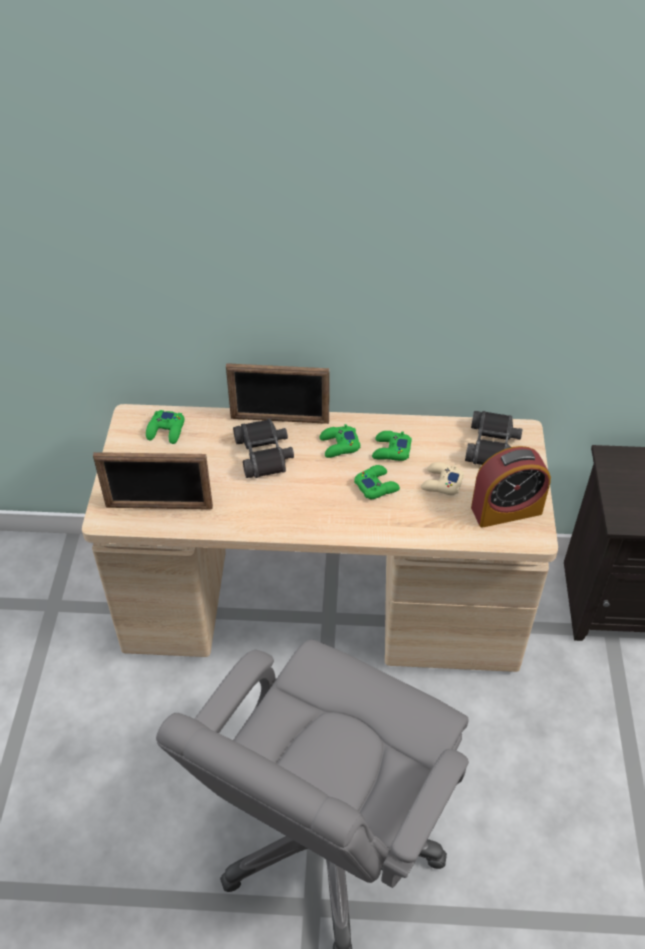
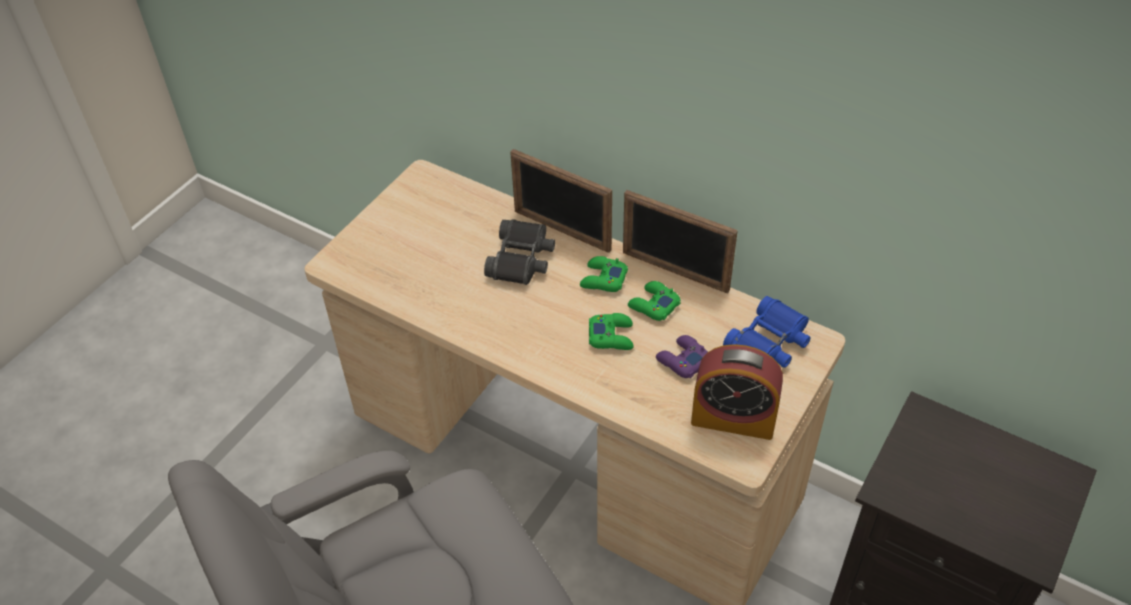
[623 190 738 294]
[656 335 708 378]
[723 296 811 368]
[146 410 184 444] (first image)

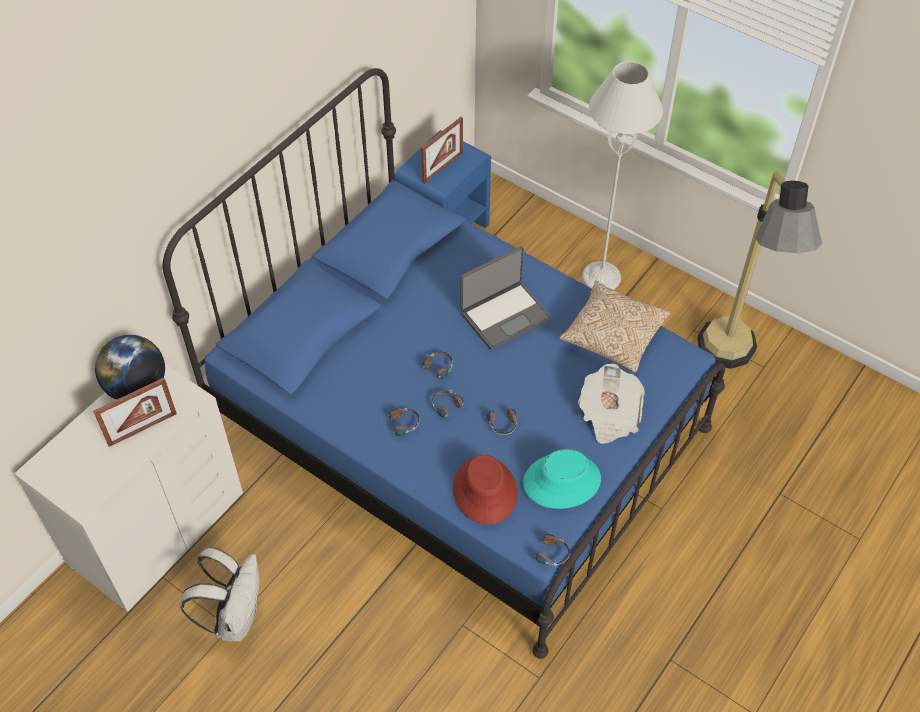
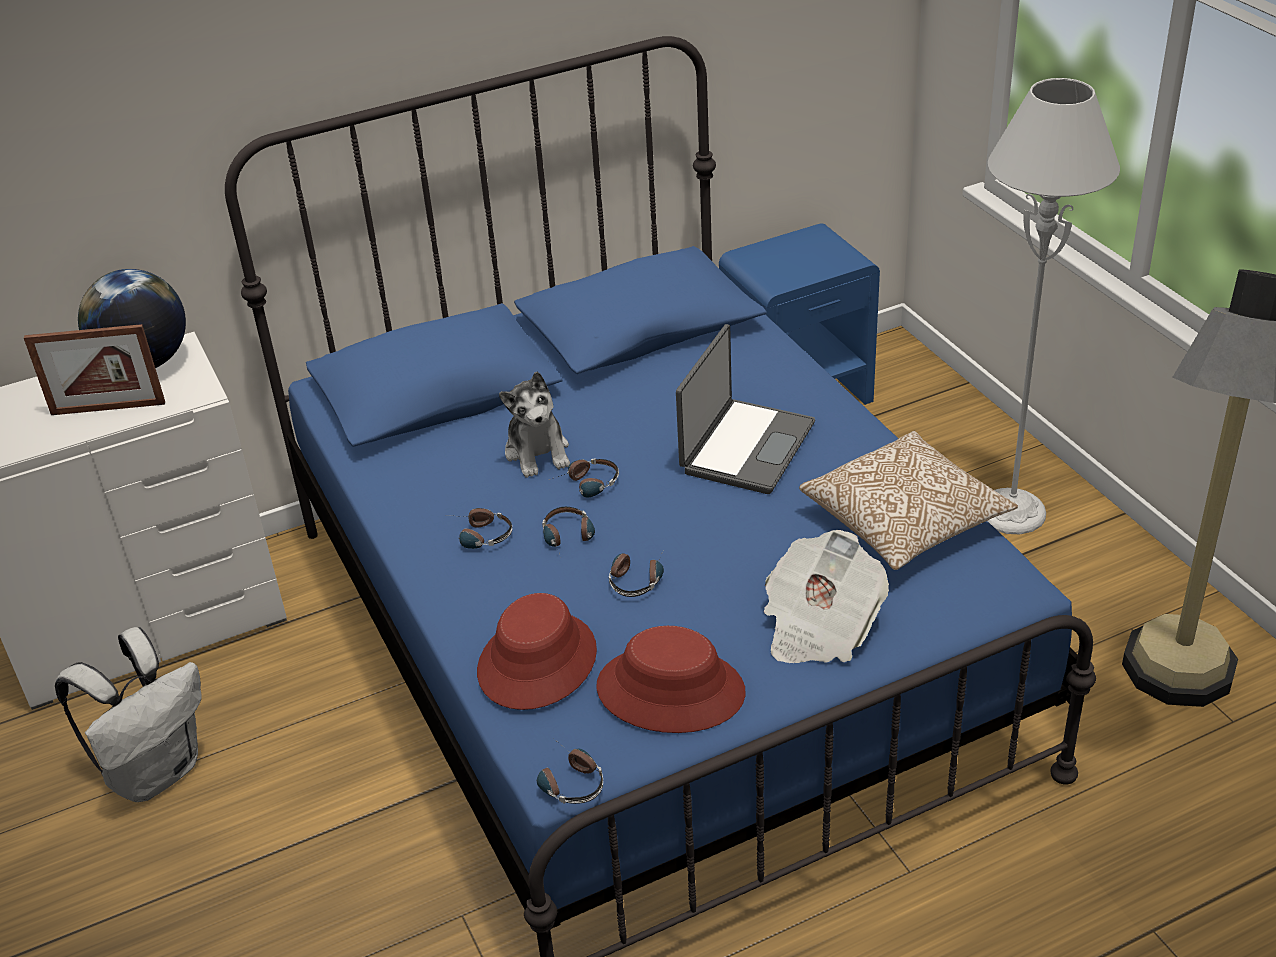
[499 372 570 478]
[596 626 746 733]
[676 324 815 494]
[421 117 463 184] (first image)

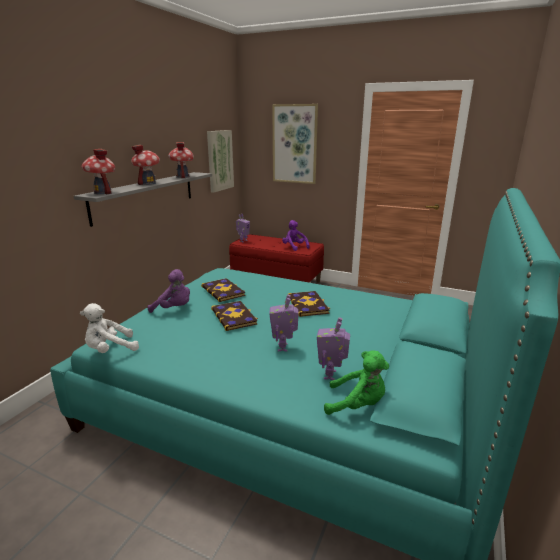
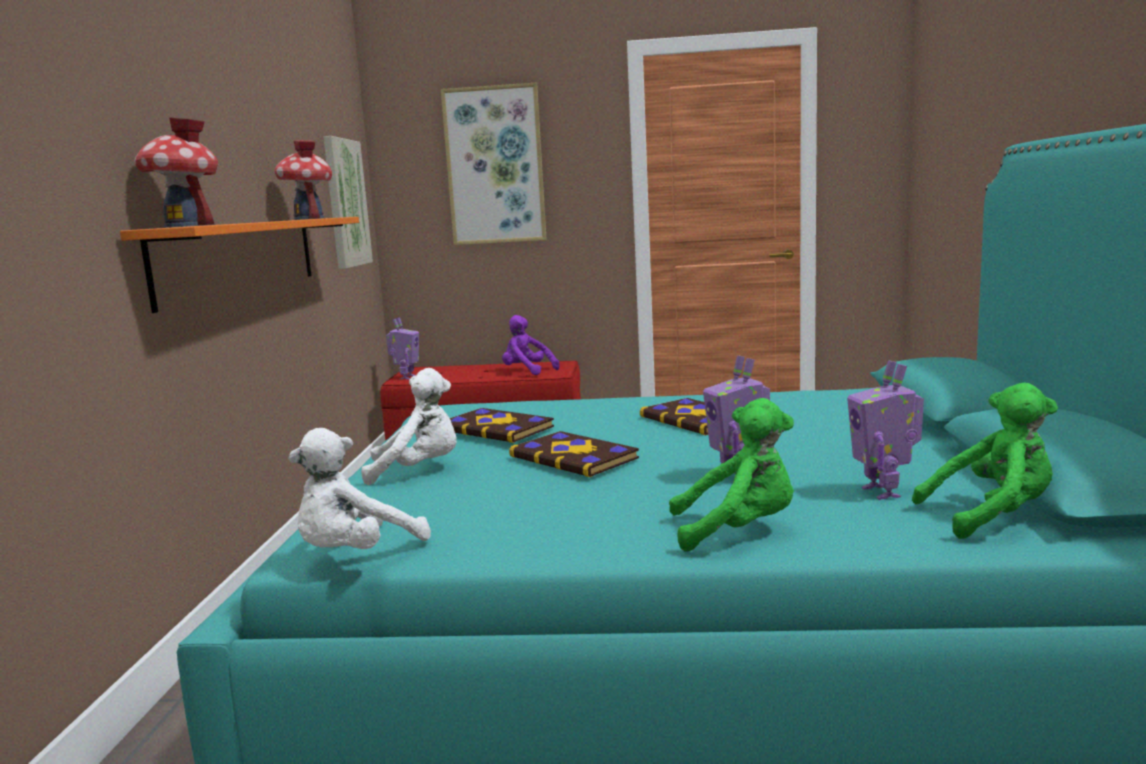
[120 217 359 313]
[361 368 457 485]
[669 398 794 551]
[131 145 160 185] (first image)

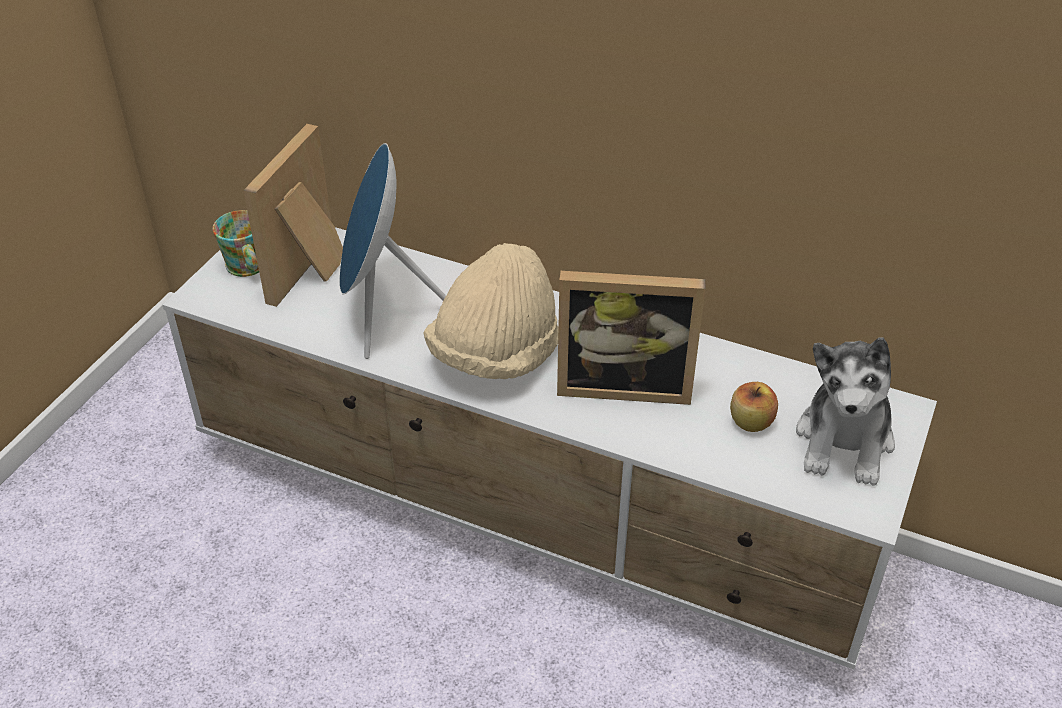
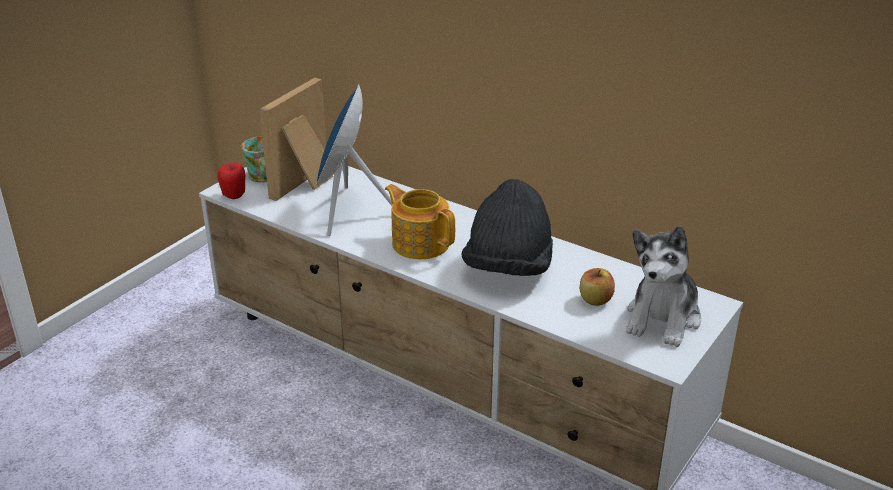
[218 163 245 199]
[385 184 455 259]
[461 179 553 276]

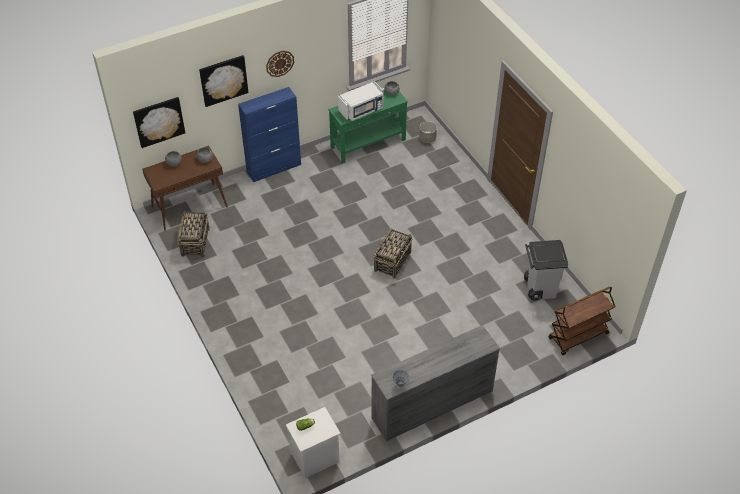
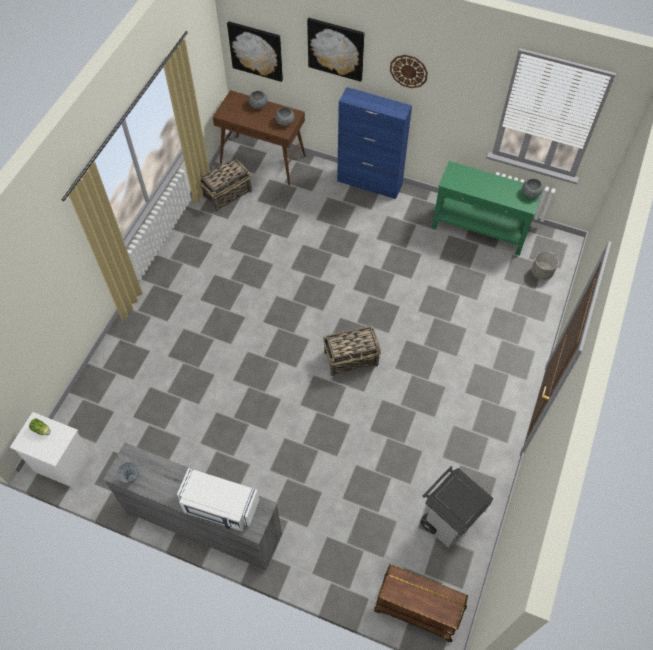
[177 468 260 531]

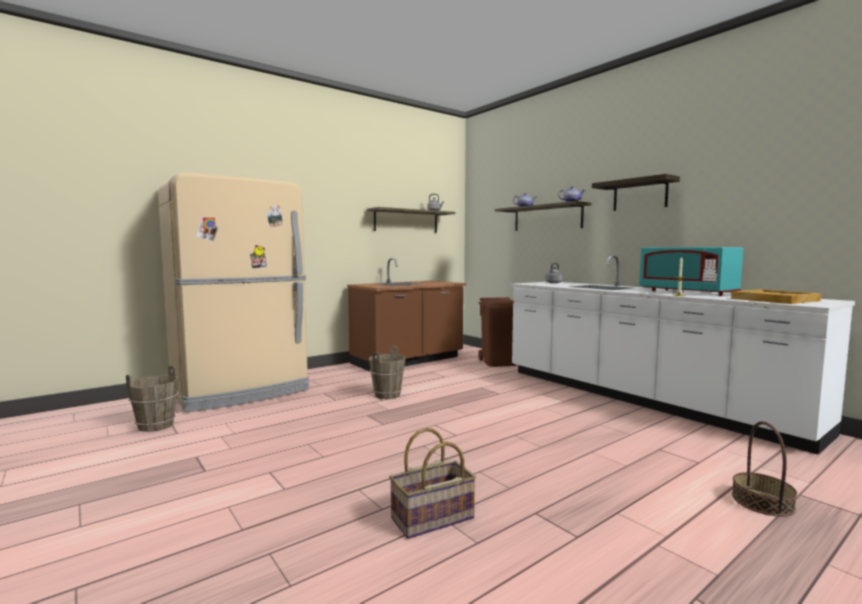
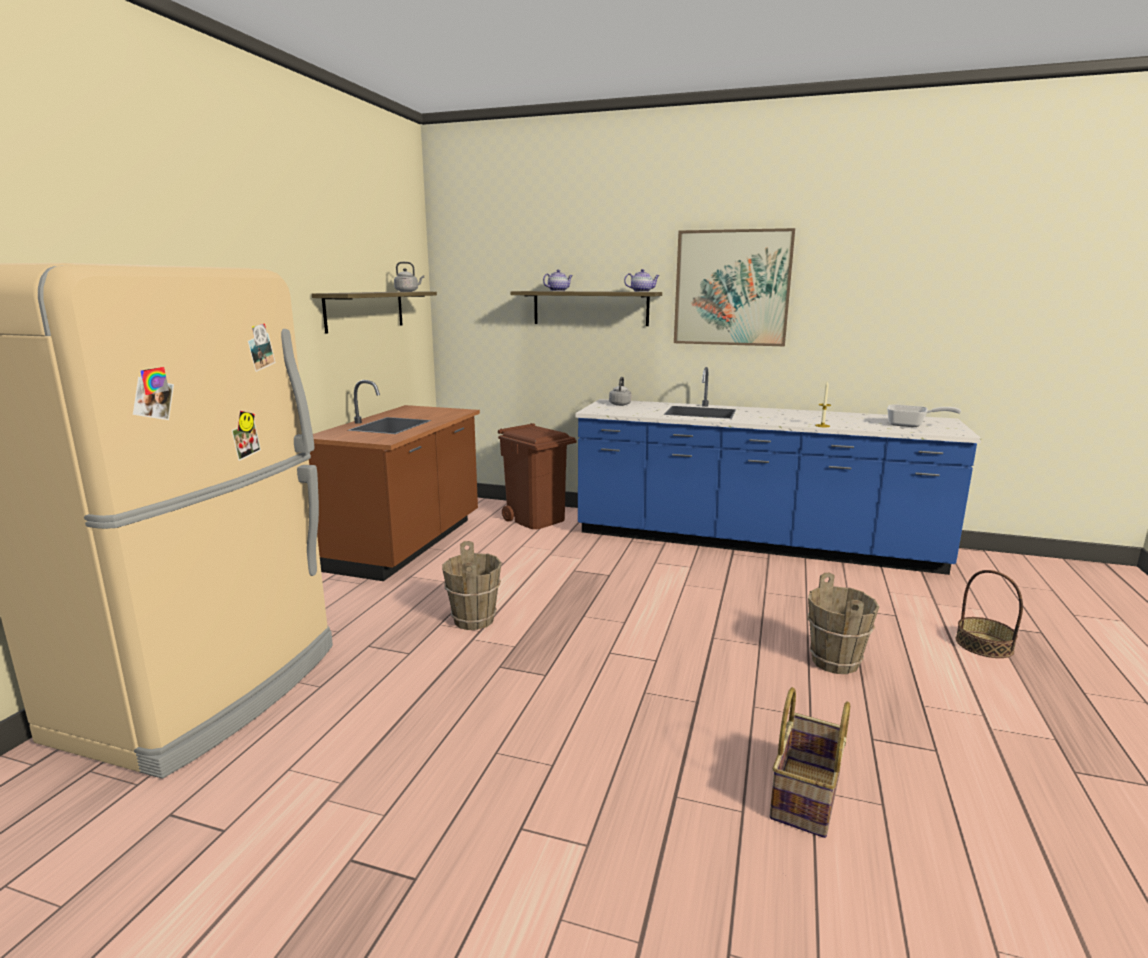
[575 367 981 575]
[674 228 795 346]
[807 572 879 674]
[887 404 961 427]
[639 247 743 296] (first image)

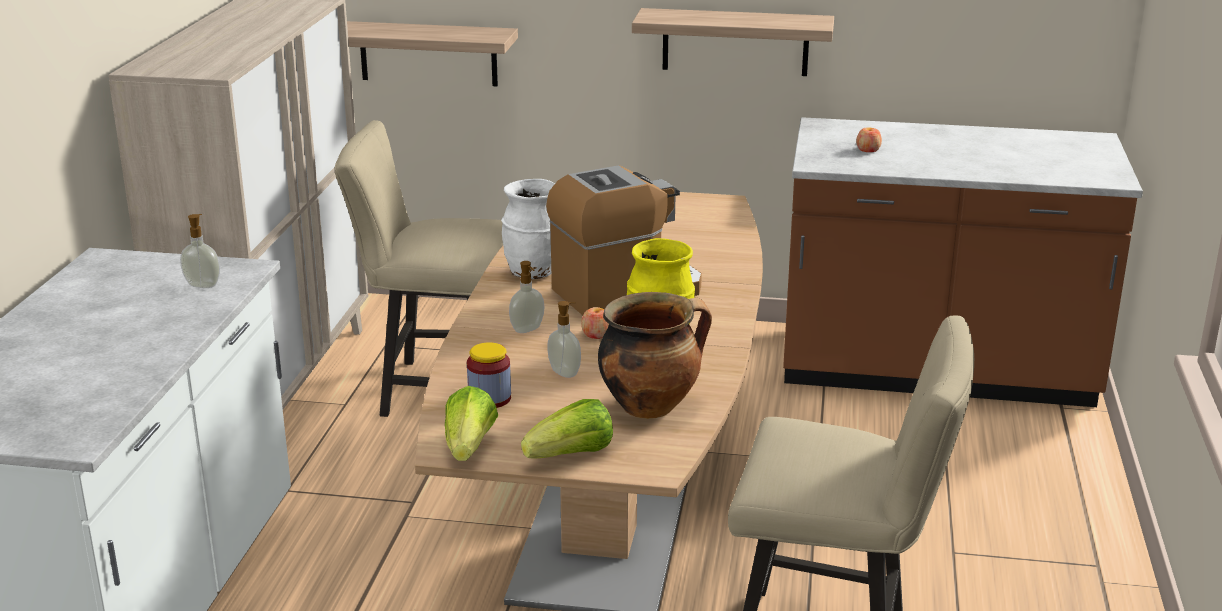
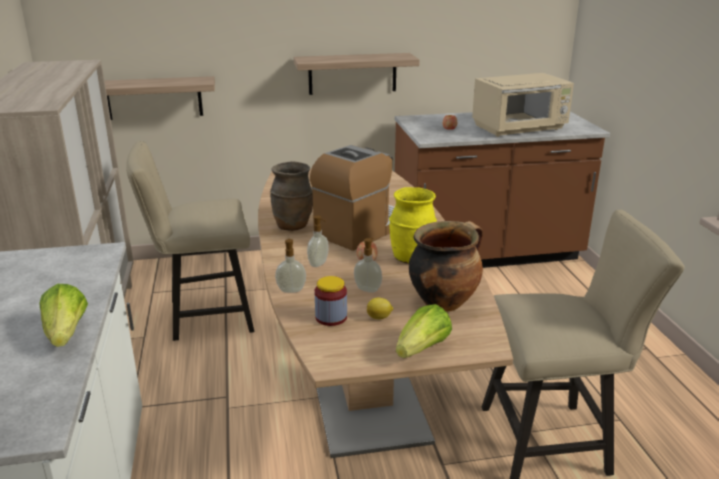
[39 284 88 347]
[270 161 313 231]
[275 238 306 293]
[367 298 393 319]
[472 73 574 137]

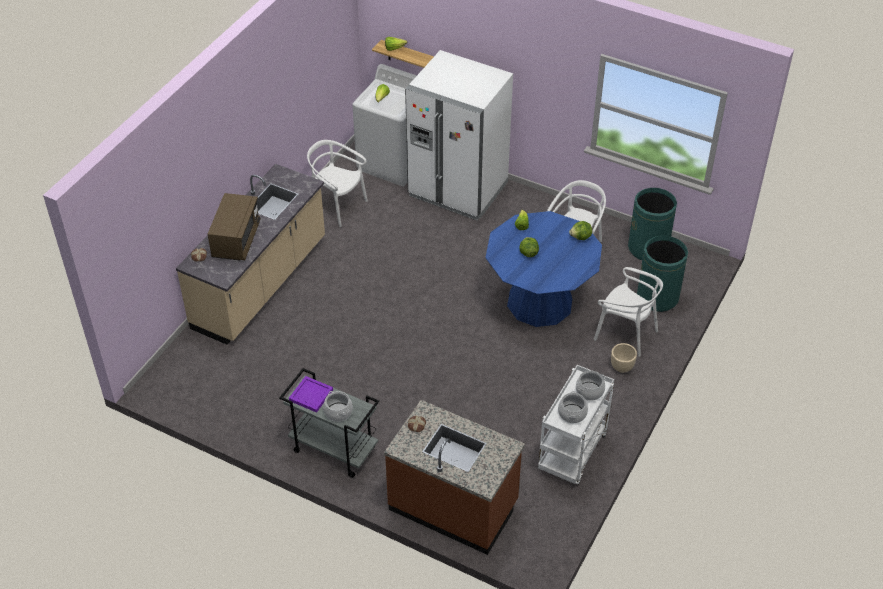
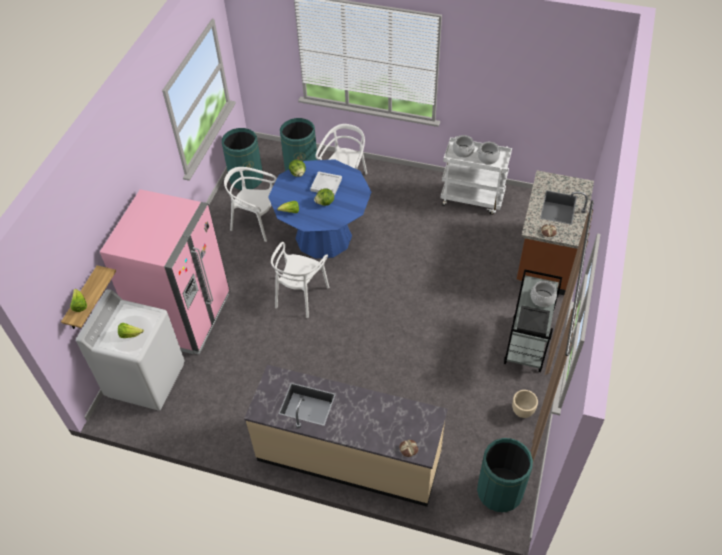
[100 189 230 355]
[271 242 329 318]
[310 171 342 196]
[477 438 533 512]
[512 390 538 418]
[517 305 550 336]
[208 193 261 260] (first image)

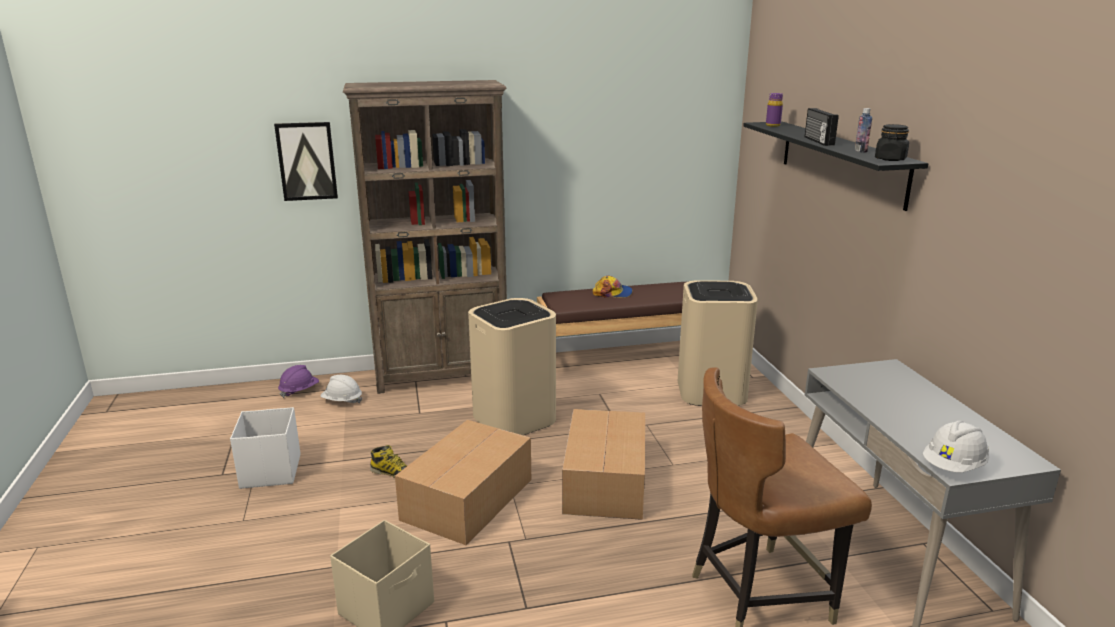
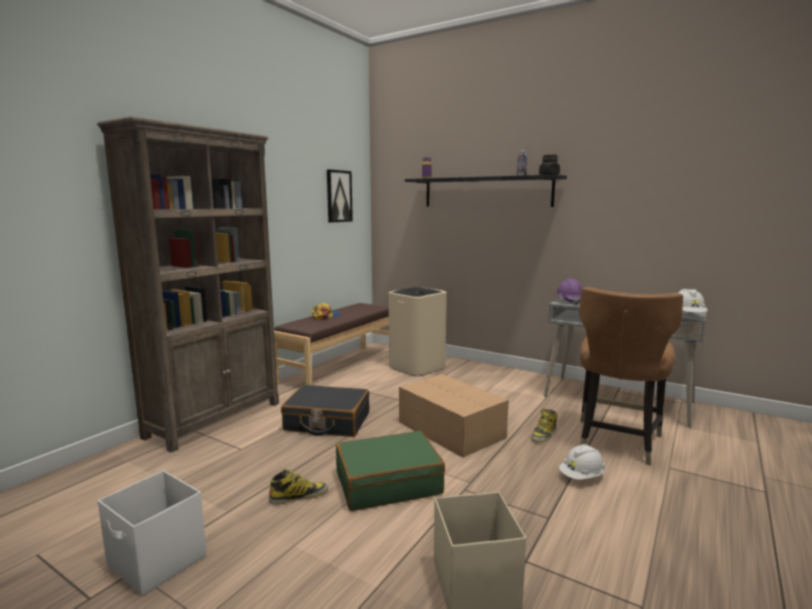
[281 385 369 437]
[327 169 353 223]
[336 431 445 511]
[531 408 557 442]
[555 278 583 305]
[559 444 605 480]
[805 108 839 146] (first image)

